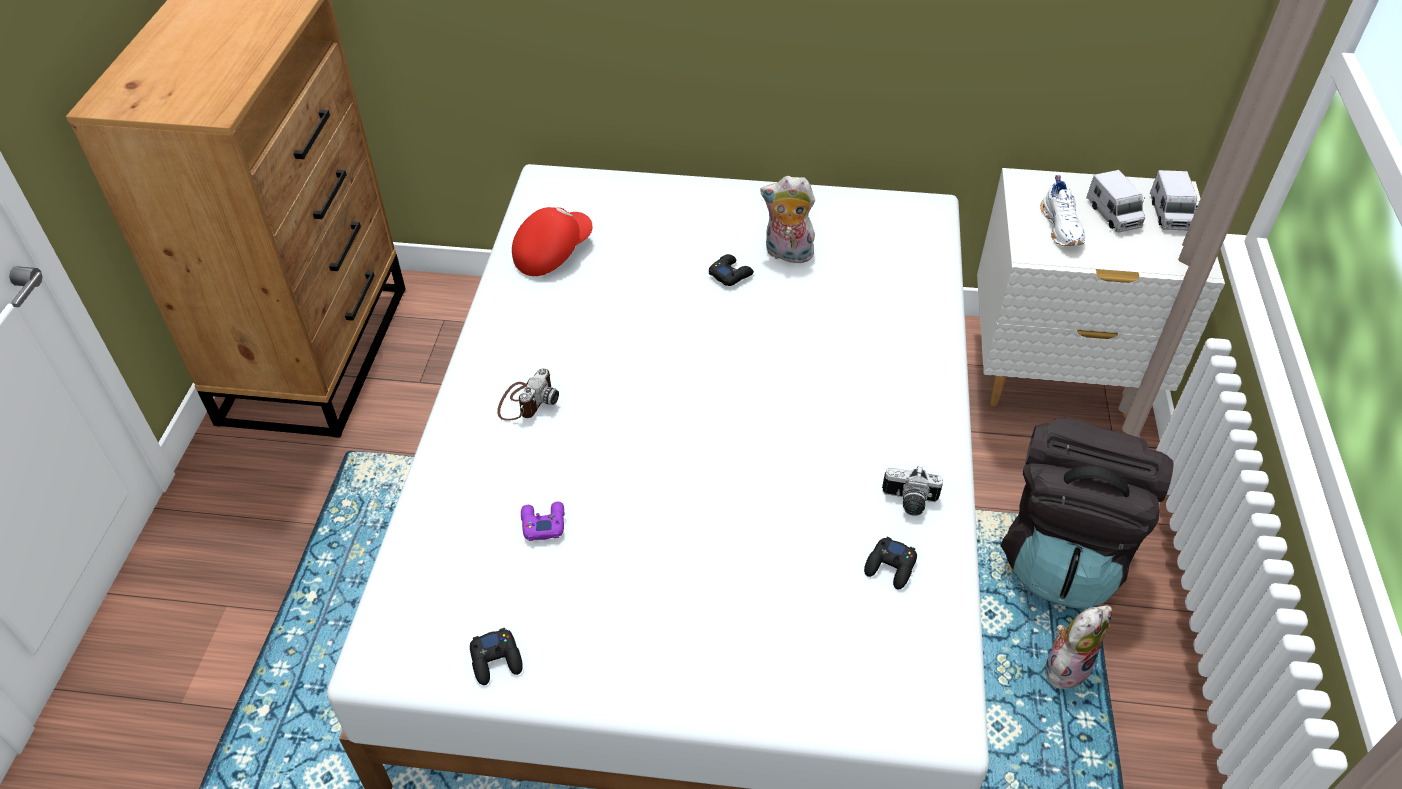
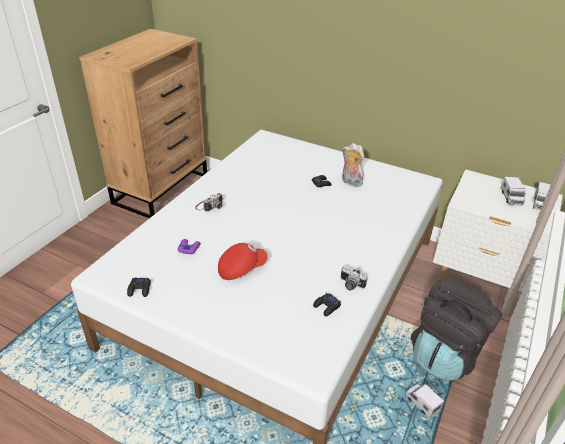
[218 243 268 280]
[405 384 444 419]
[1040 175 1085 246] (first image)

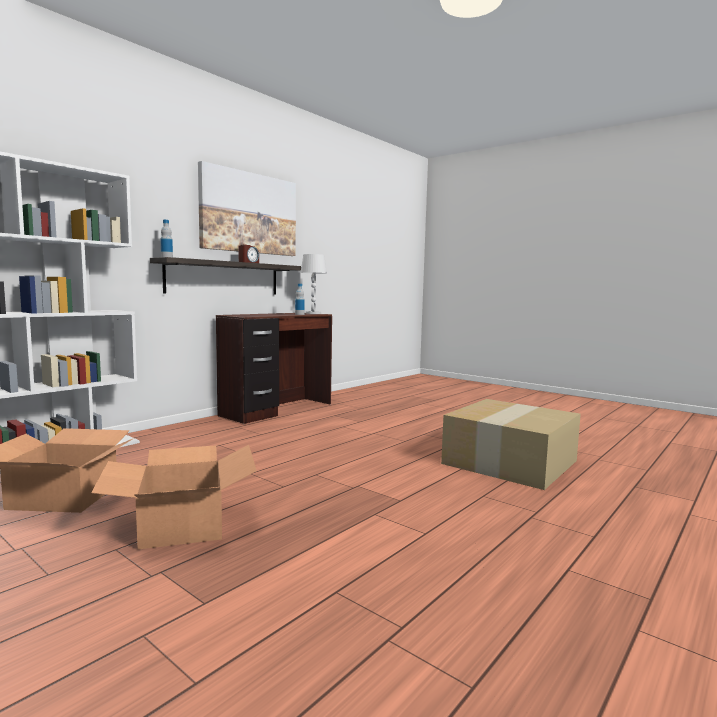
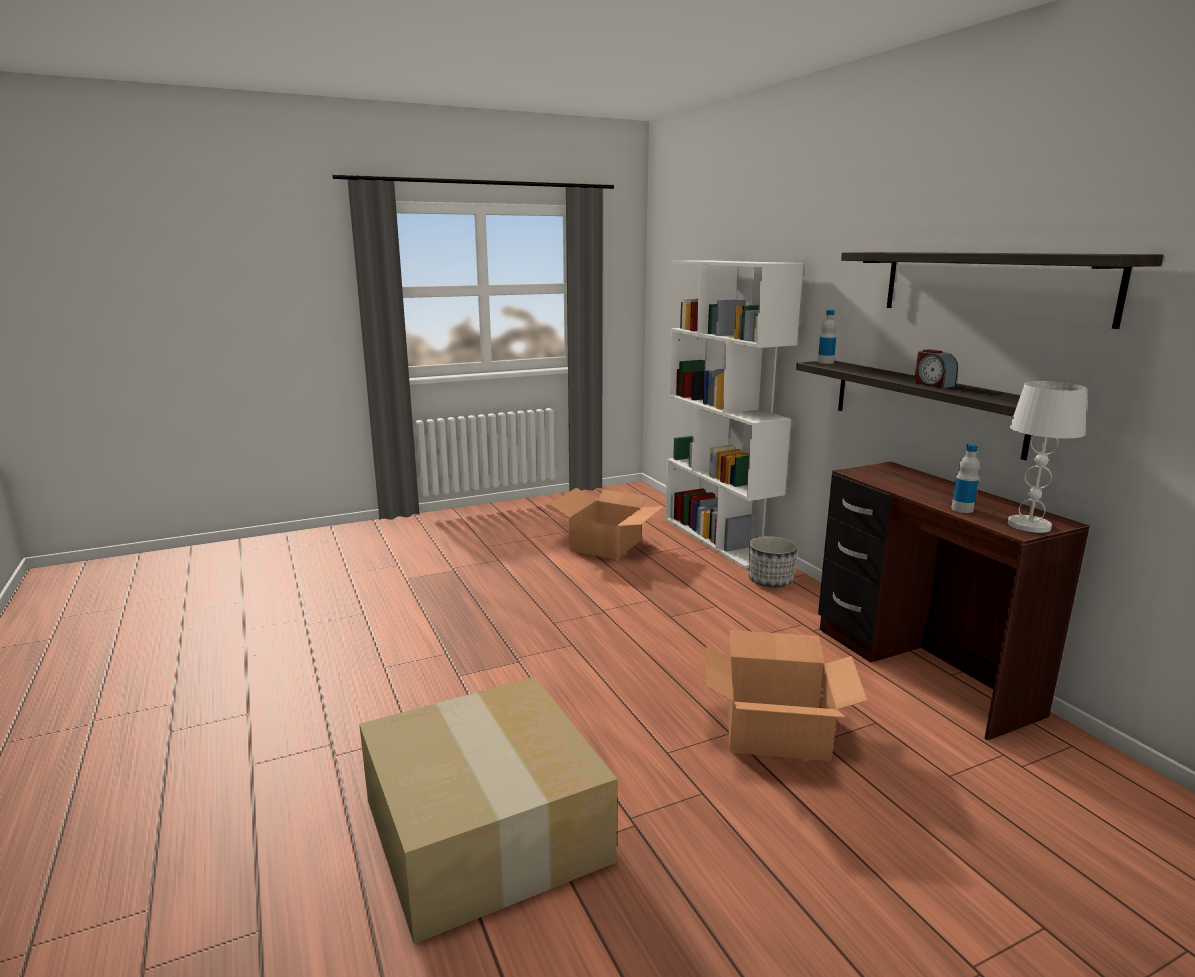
[707 630 867 761]
[748 536 797 587]
[841 252 1164 329]

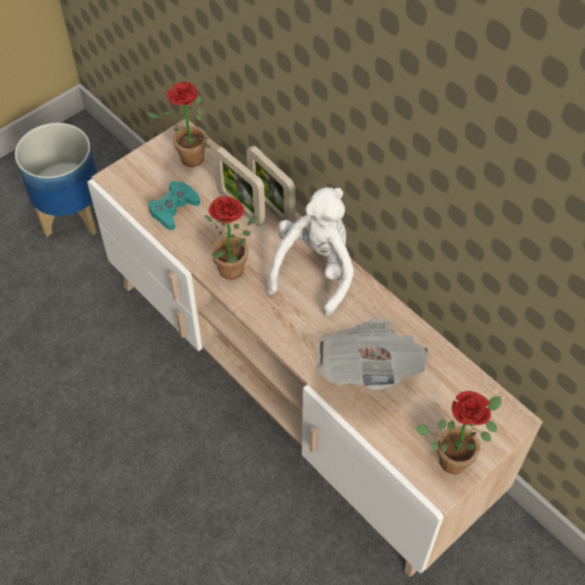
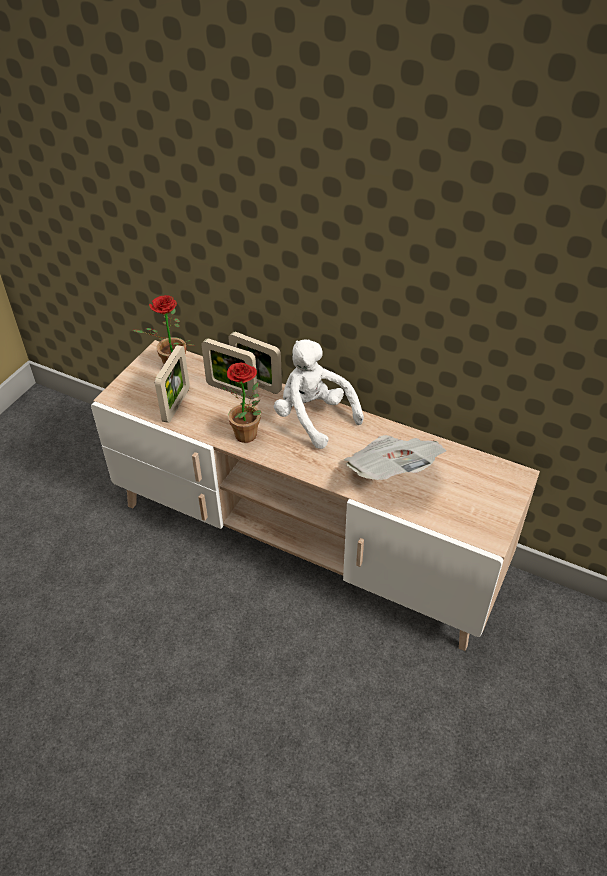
[155 345 190 423]
[274 339 364 449]
[15 123 97 237] (first image)
[416 391 501 474] (first image)

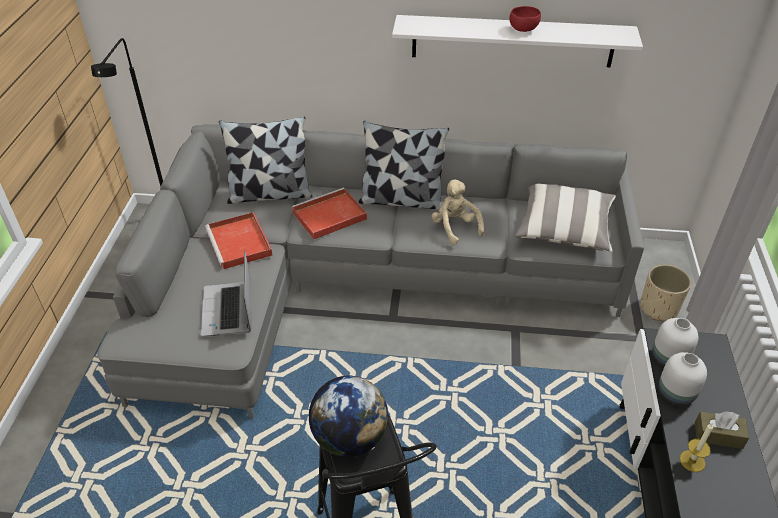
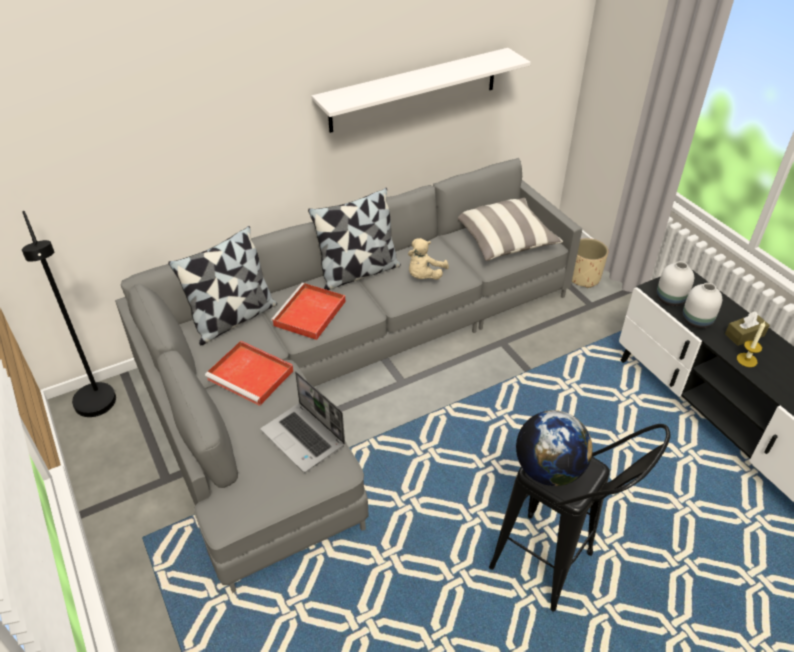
[408 238 449 280]
[509 6 541 32] (first image)

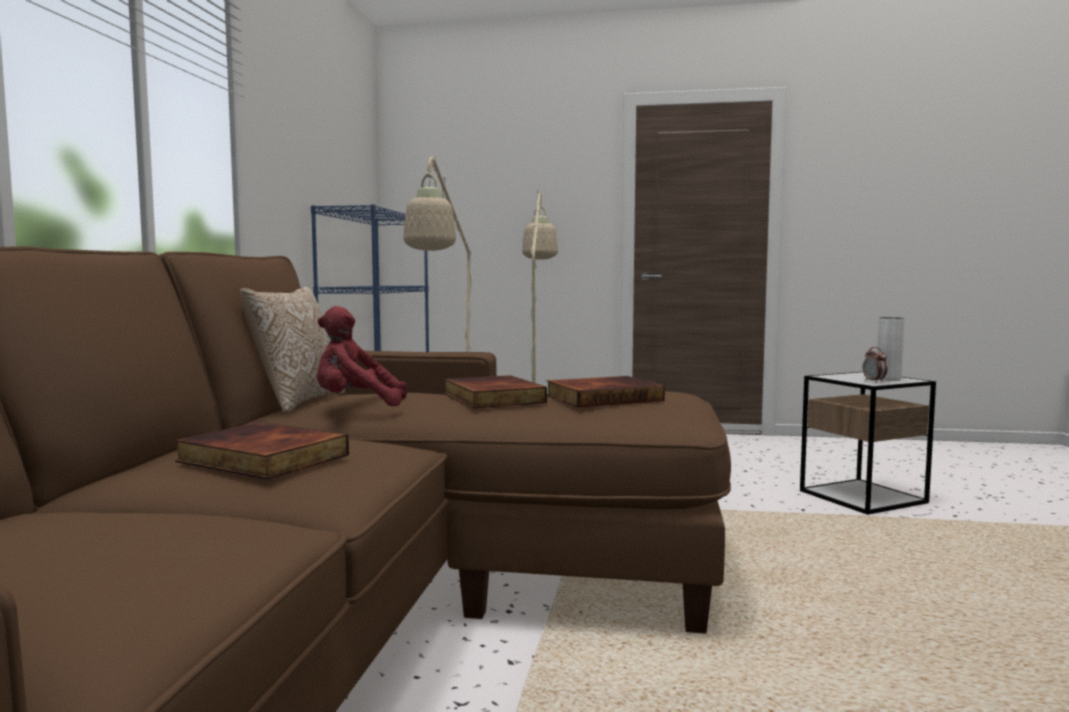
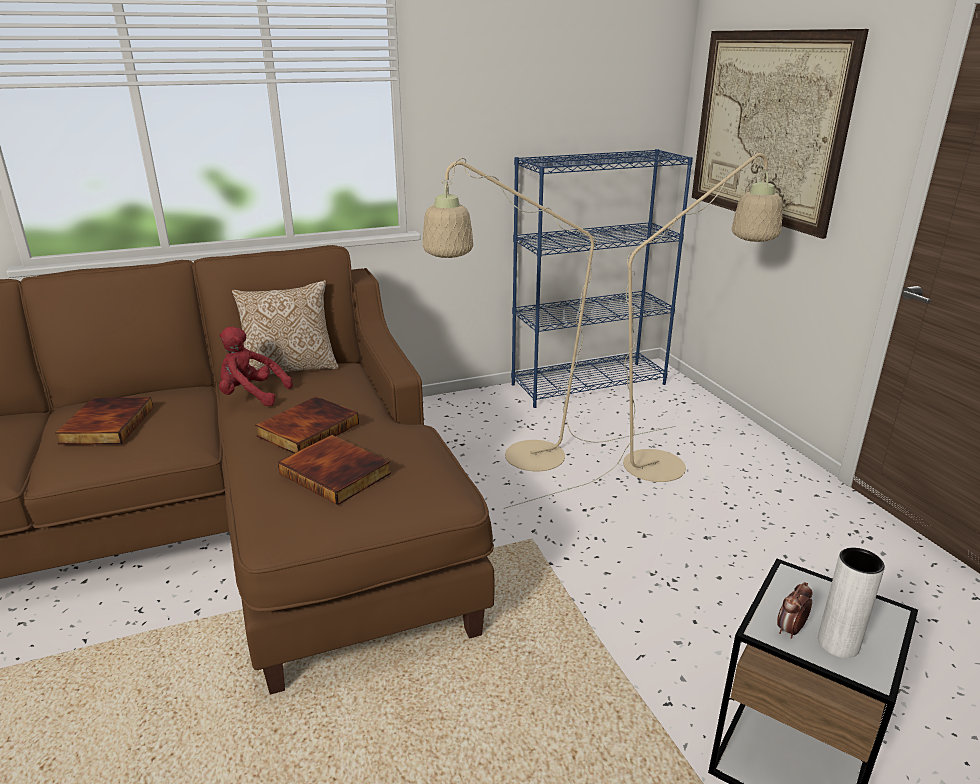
[219 327 293 406]
[692 29 869 239]

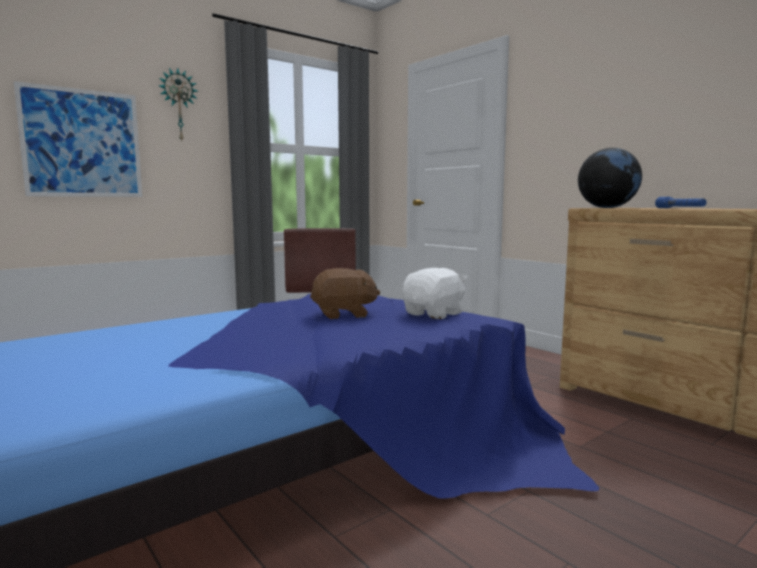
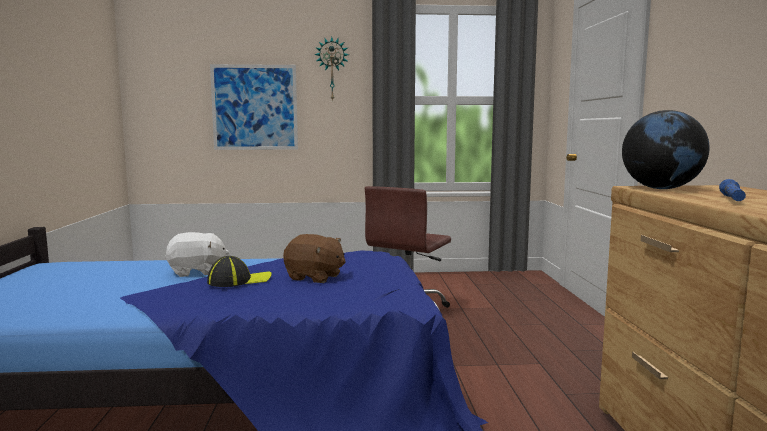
[165 232 229 277]
[207 256 272 287]

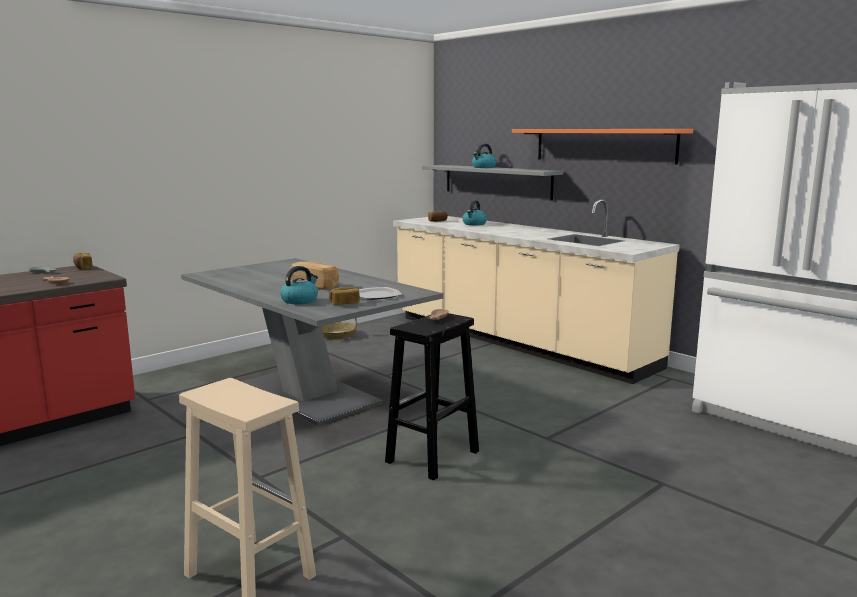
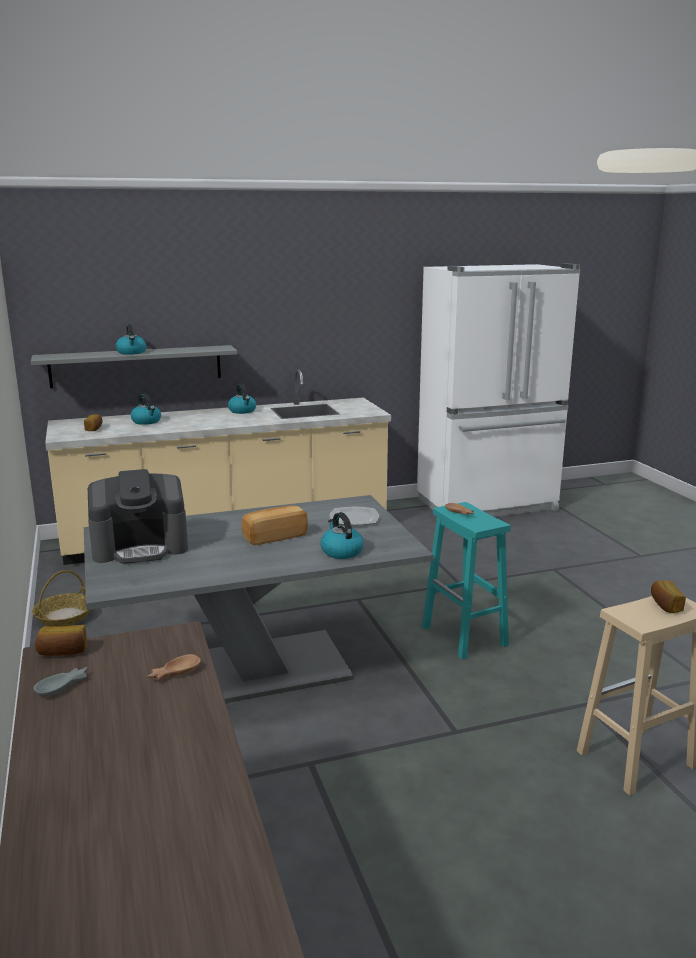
[88 469 188 564]
[228 384 256 414]
[422 502 511 659]
[651 580 686 613]
[512 129 693 165] (first image)

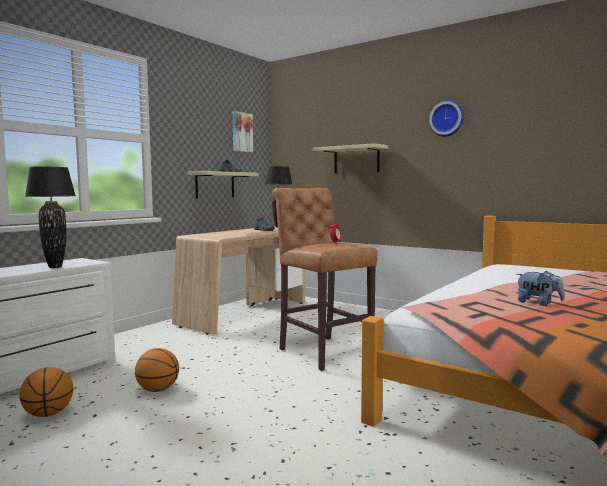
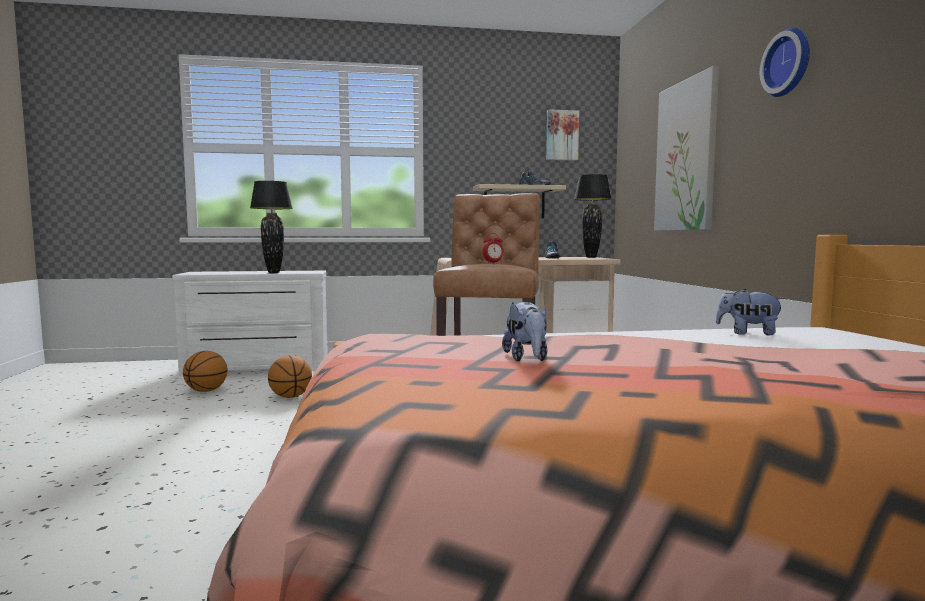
[654 66 719 231]
[716 289 785 335]

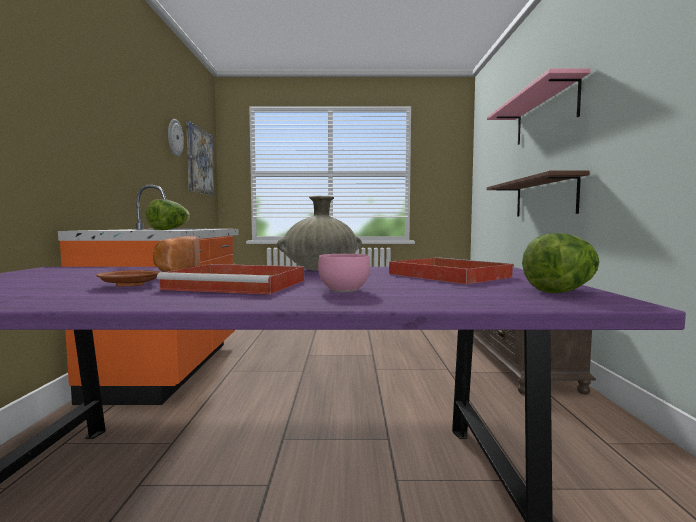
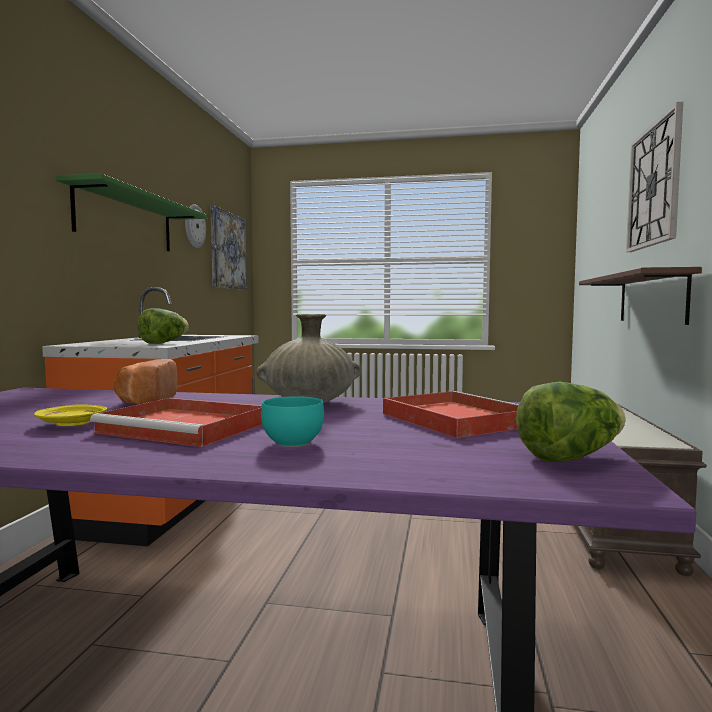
[34 404 107 426]
[56 173 207 251]
[261 396 324 447]
[626 102 683 252]

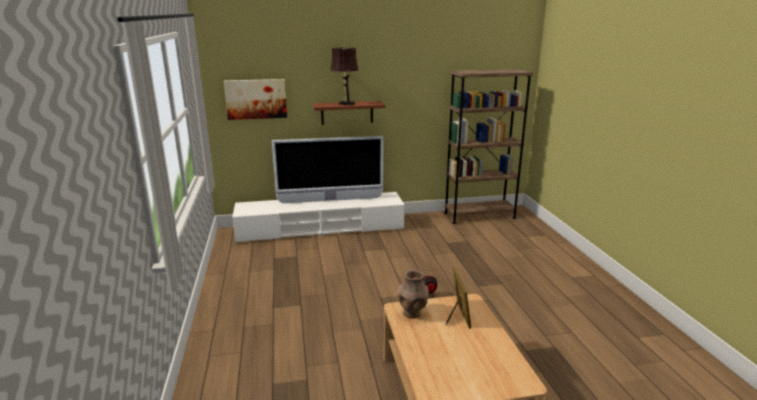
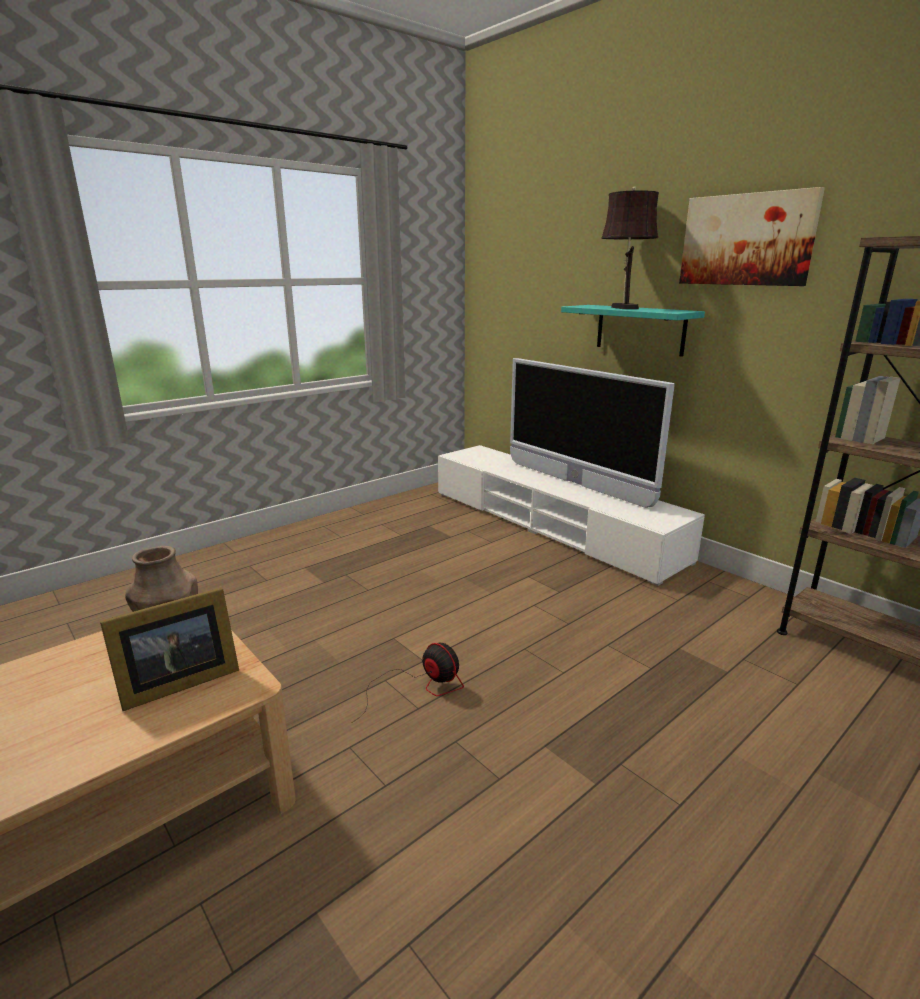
[561 305 705 357]
[679 187 825 286]

